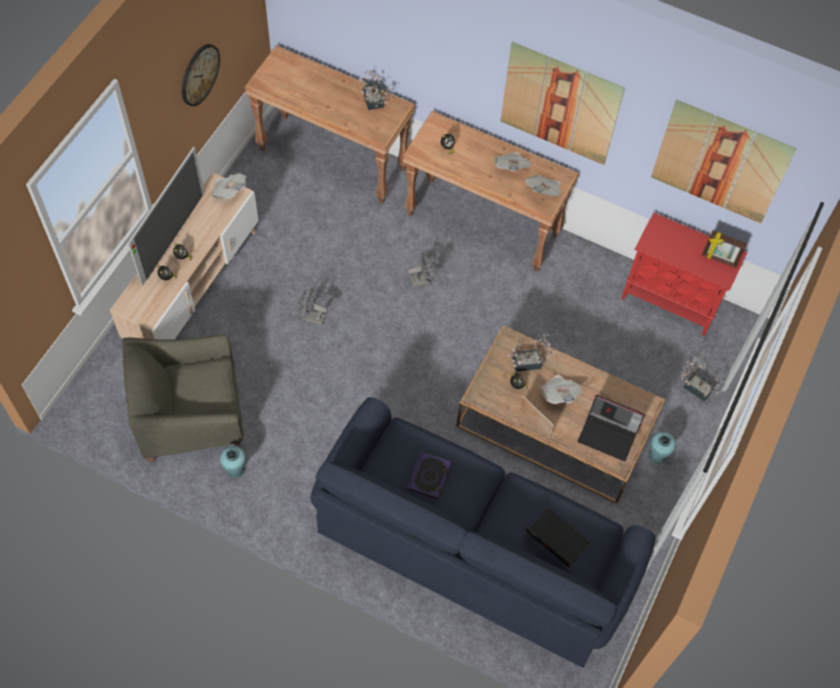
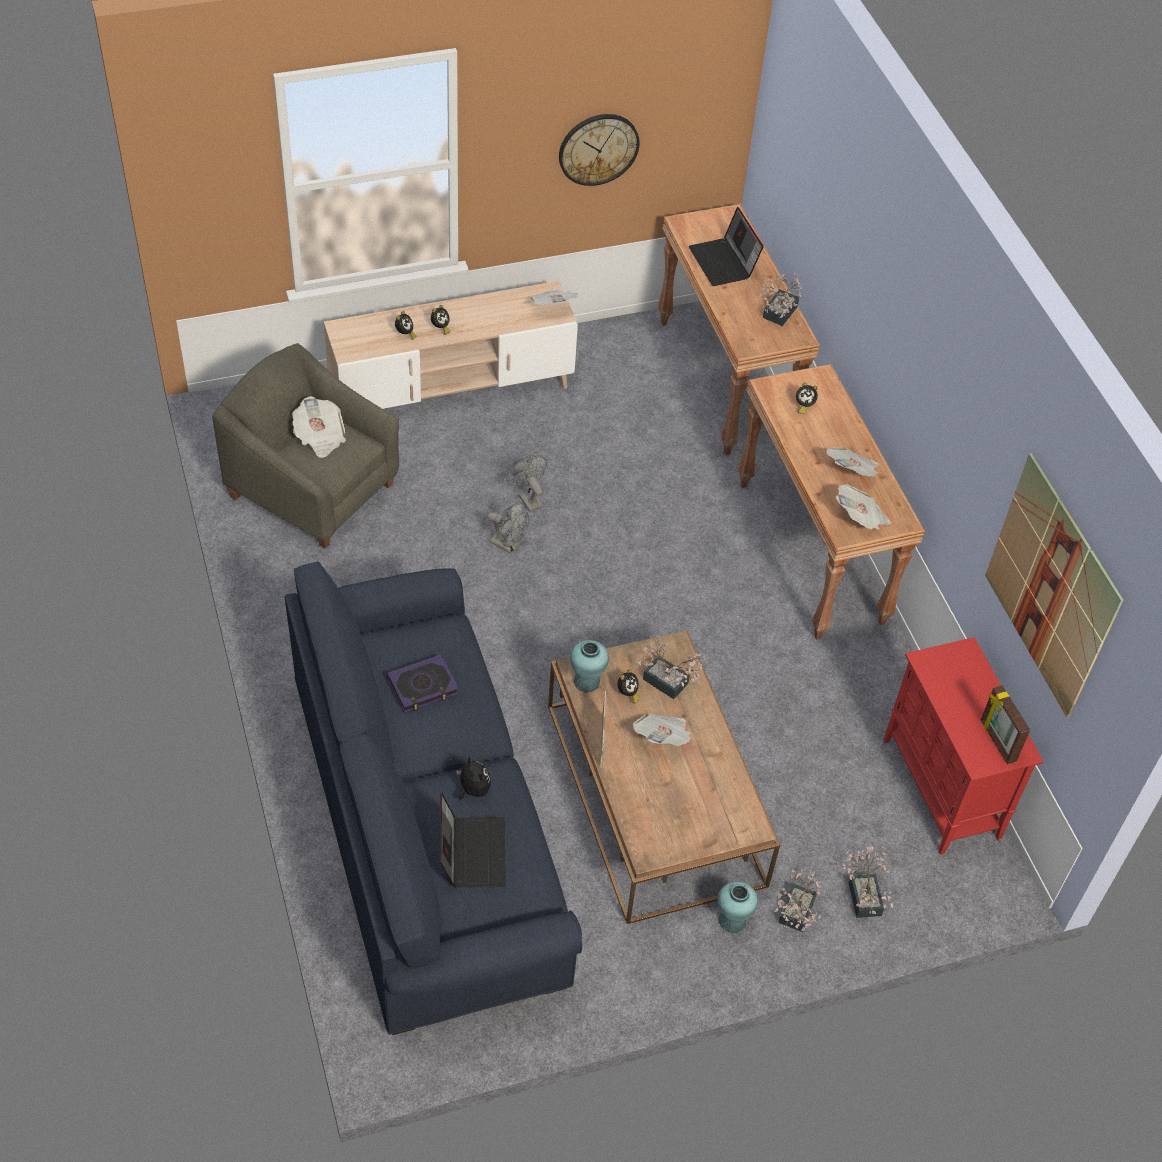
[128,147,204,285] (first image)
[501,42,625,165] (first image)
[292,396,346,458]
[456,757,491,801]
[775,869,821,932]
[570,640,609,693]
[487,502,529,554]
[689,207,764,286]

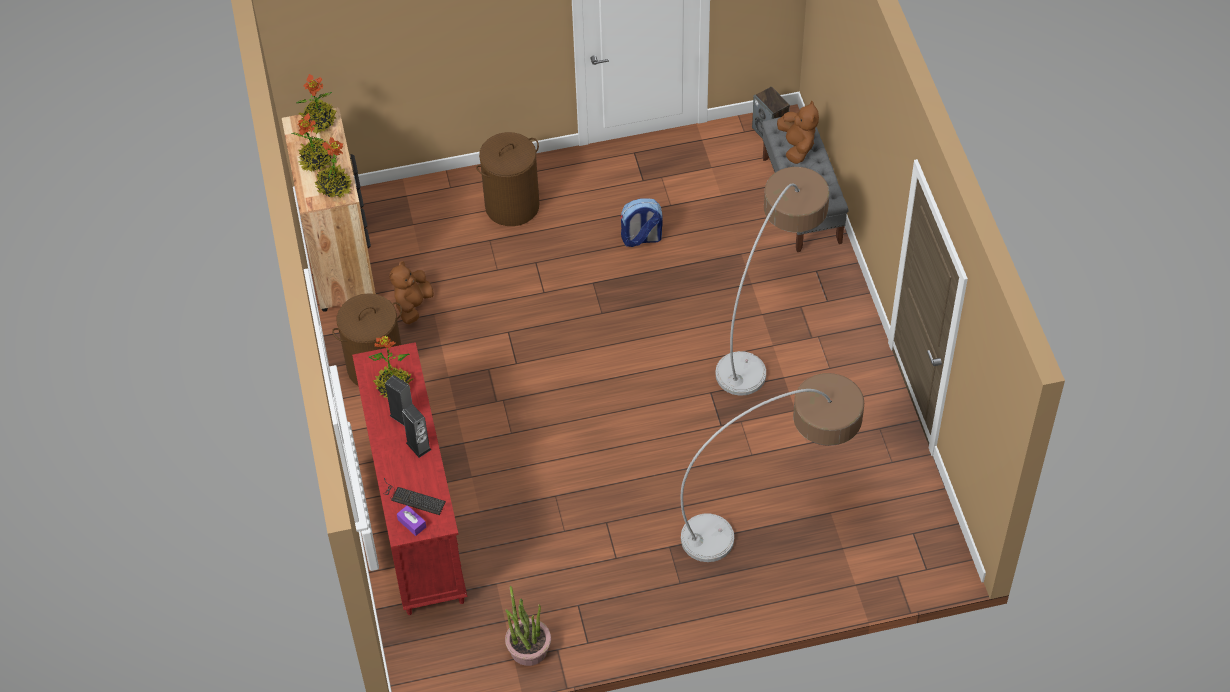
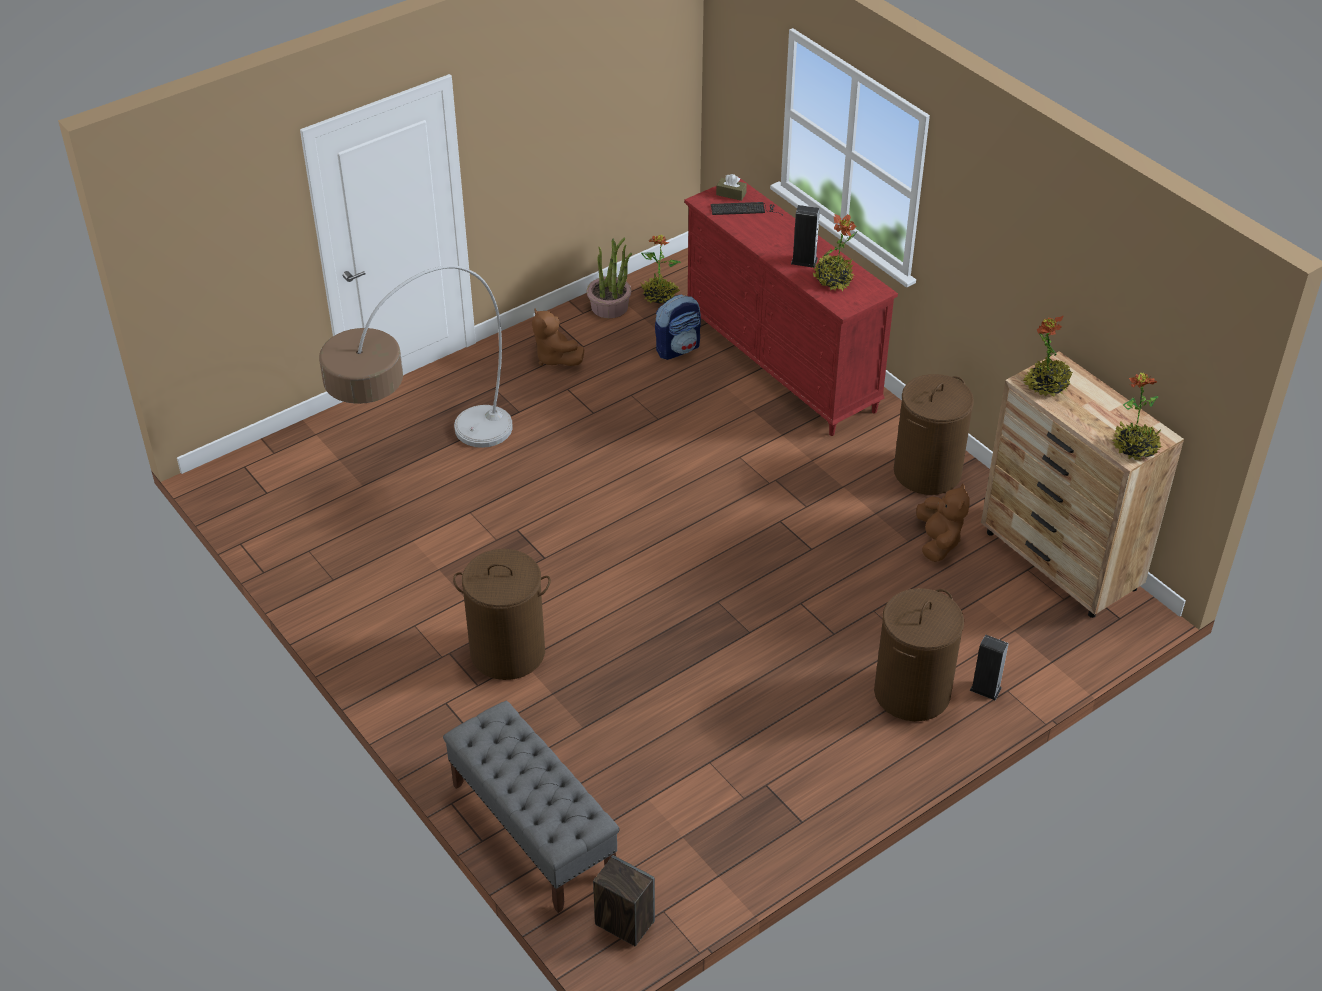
[641,235,681,304]
[970,635,1009,700]
[655,295,701,360]
[532,309,584,366]
[453,549,551,680]
[716,174,747,201]

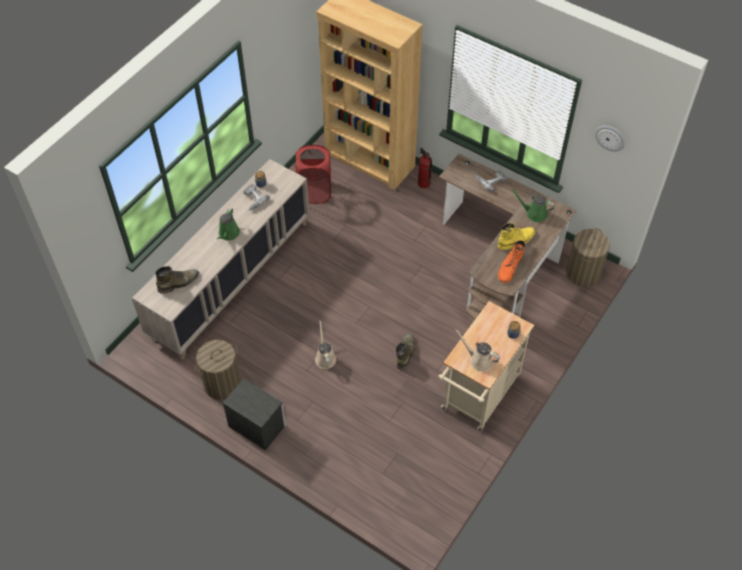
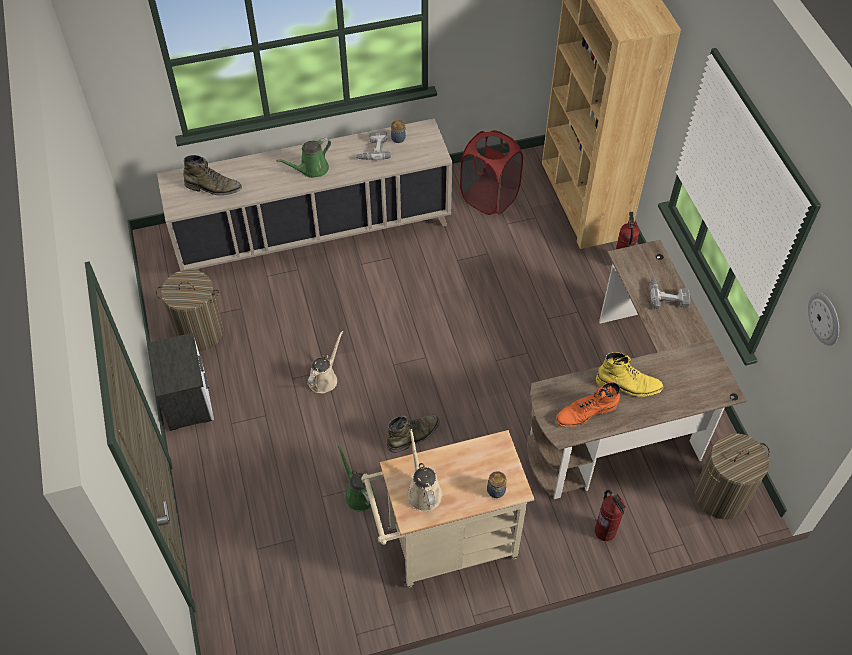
[595,490,626,541]
[337,444,376,511]

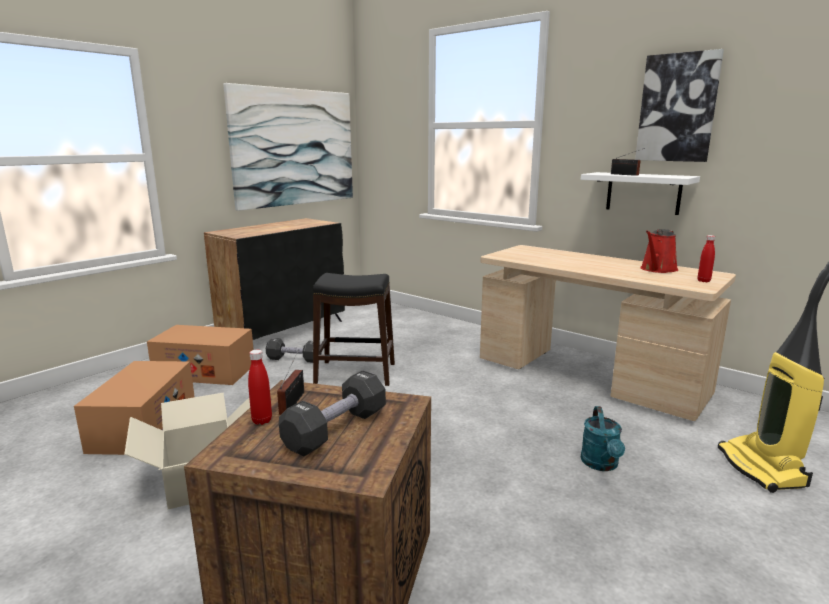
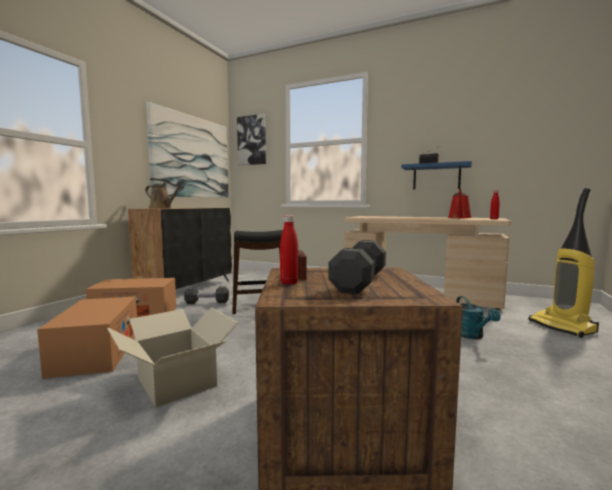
[145,180,185,209]
[237,114,266,165]
[401,161,472,189]

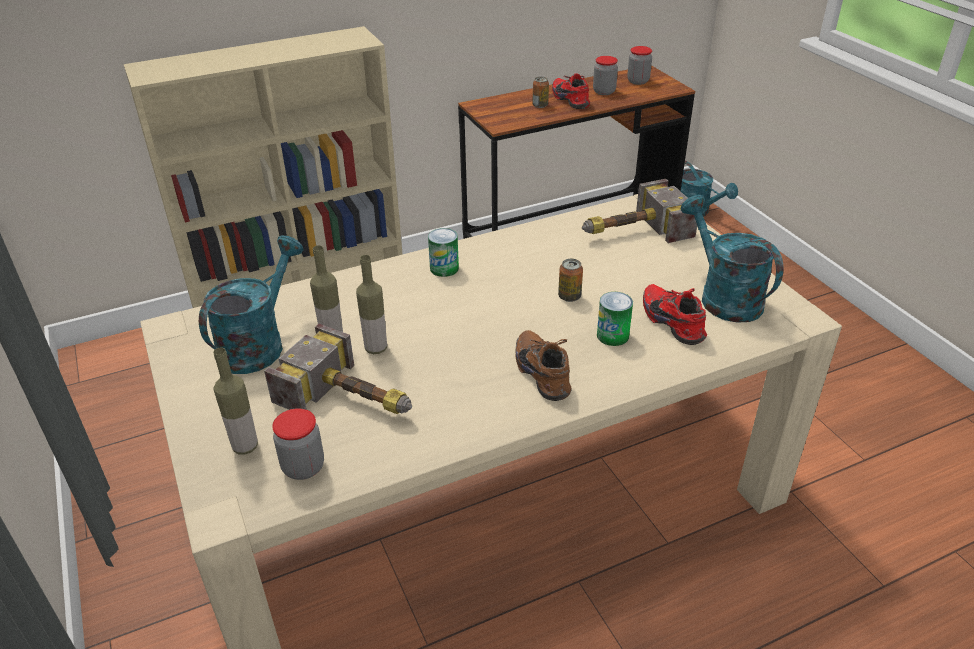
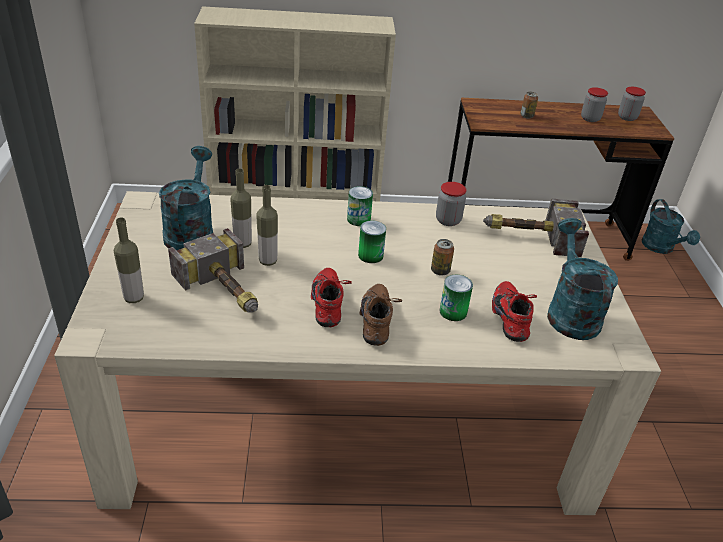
[358,220,386,263]
[436,182,467,226]
[311,268,352,327]
[159,146,213,250]

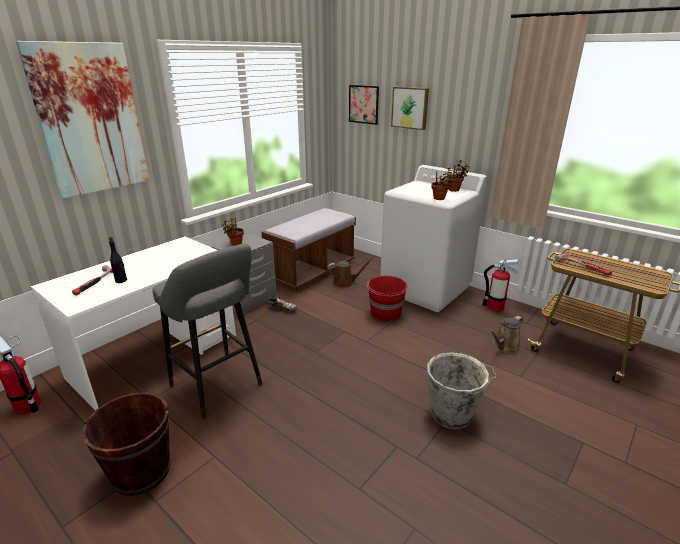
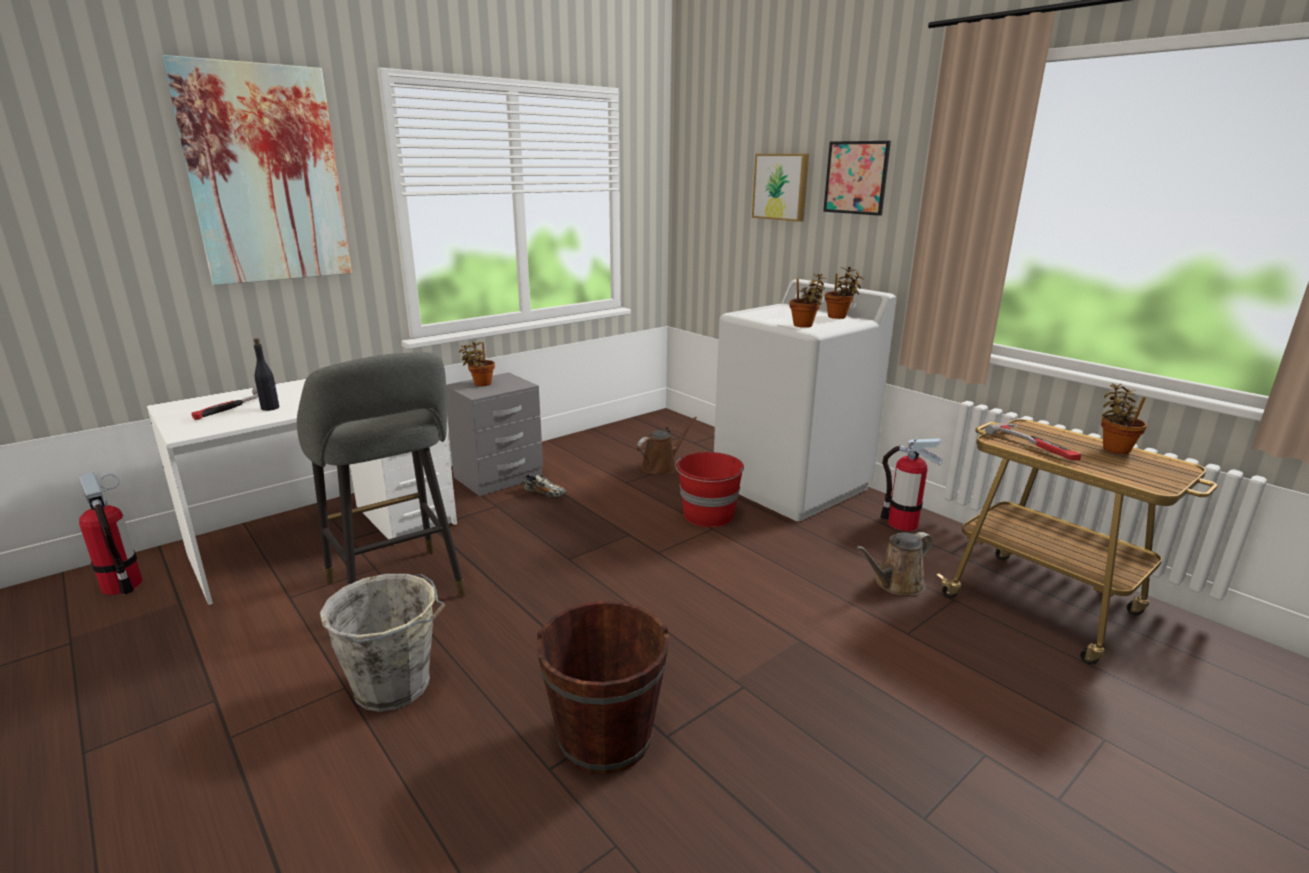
[261,208,356,291] (first image)
[1101,383,1147,454]
[536,601,669,774]
[823,141,891,216]
[320,574,446,712]
[637,417,697,474]

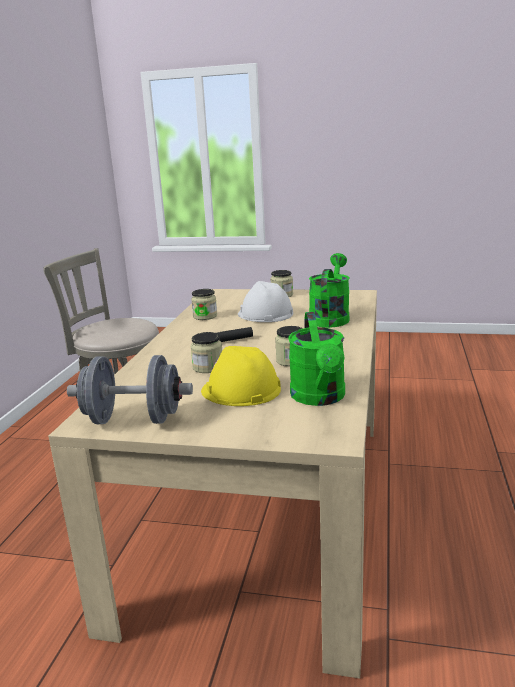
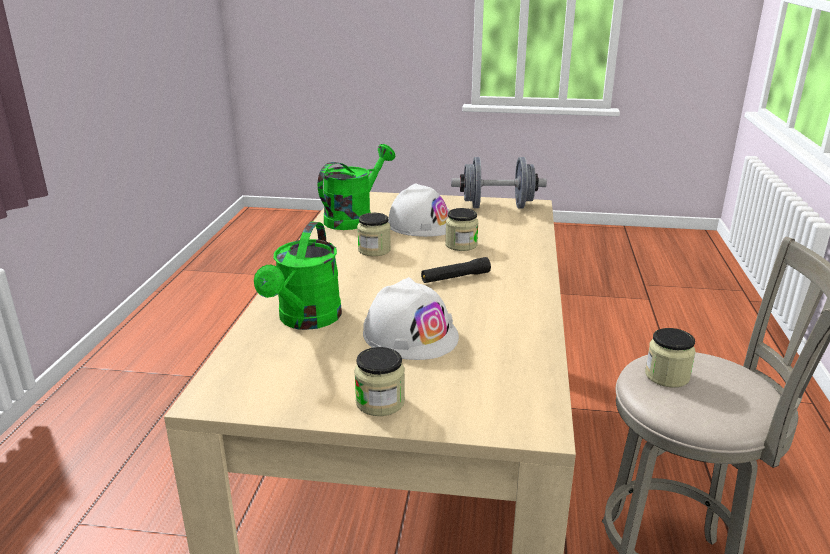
[645,328,695,388]
[388,183,449,237]
[318,144,395,230]

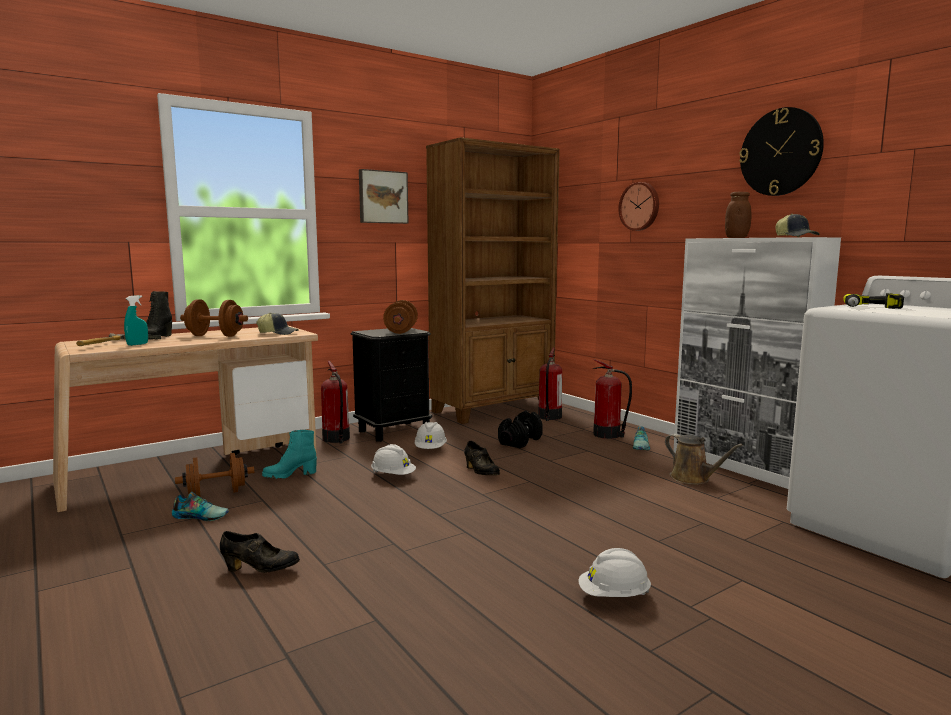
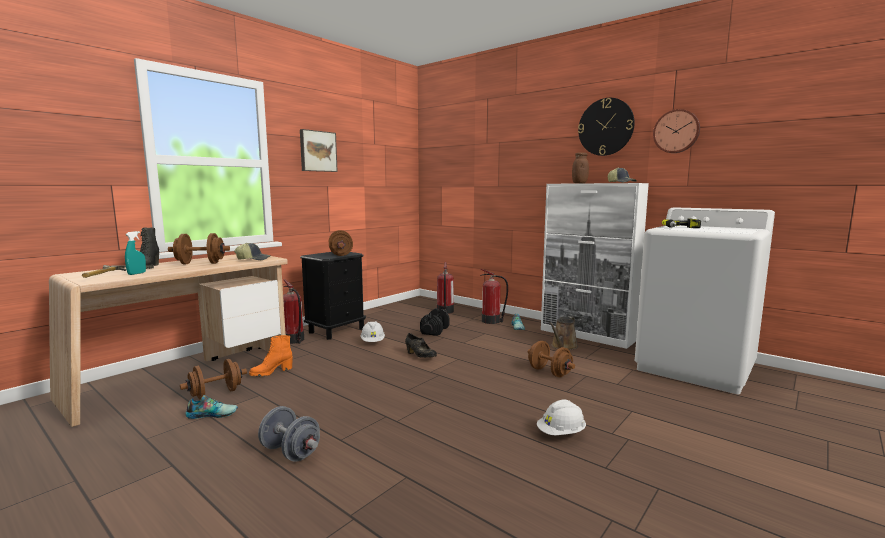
[371,444,416,475] (first image)
[426,137,560,424] (first image)
[528,341,575,377]
[653,109,700,153]
[258,406,320,462]
[249,335,293,376]
[549,316,578,350]

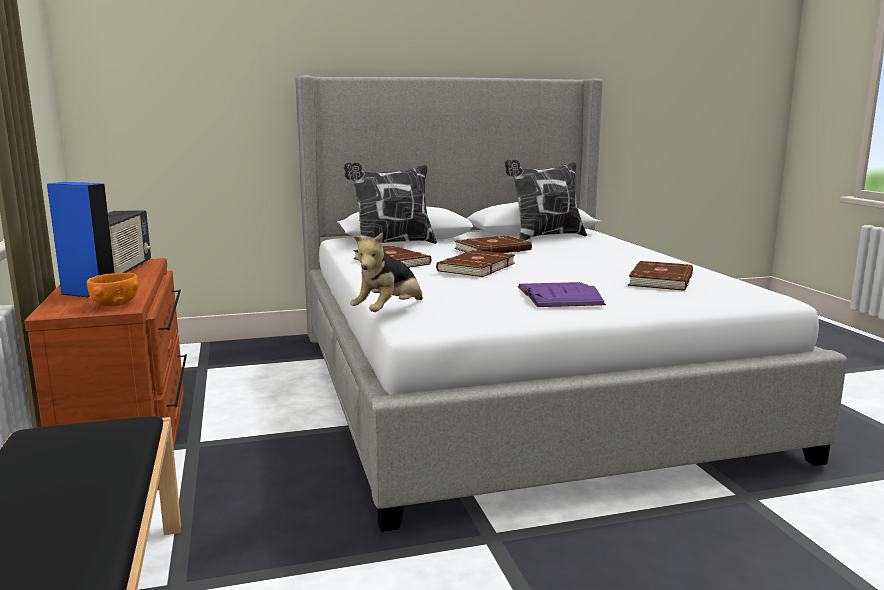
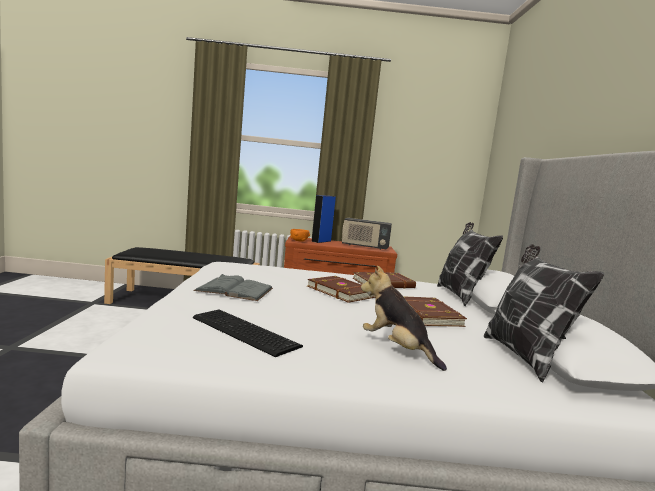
[361,265,447,371]
[193,310,303,357]
[193,274,273,301]

